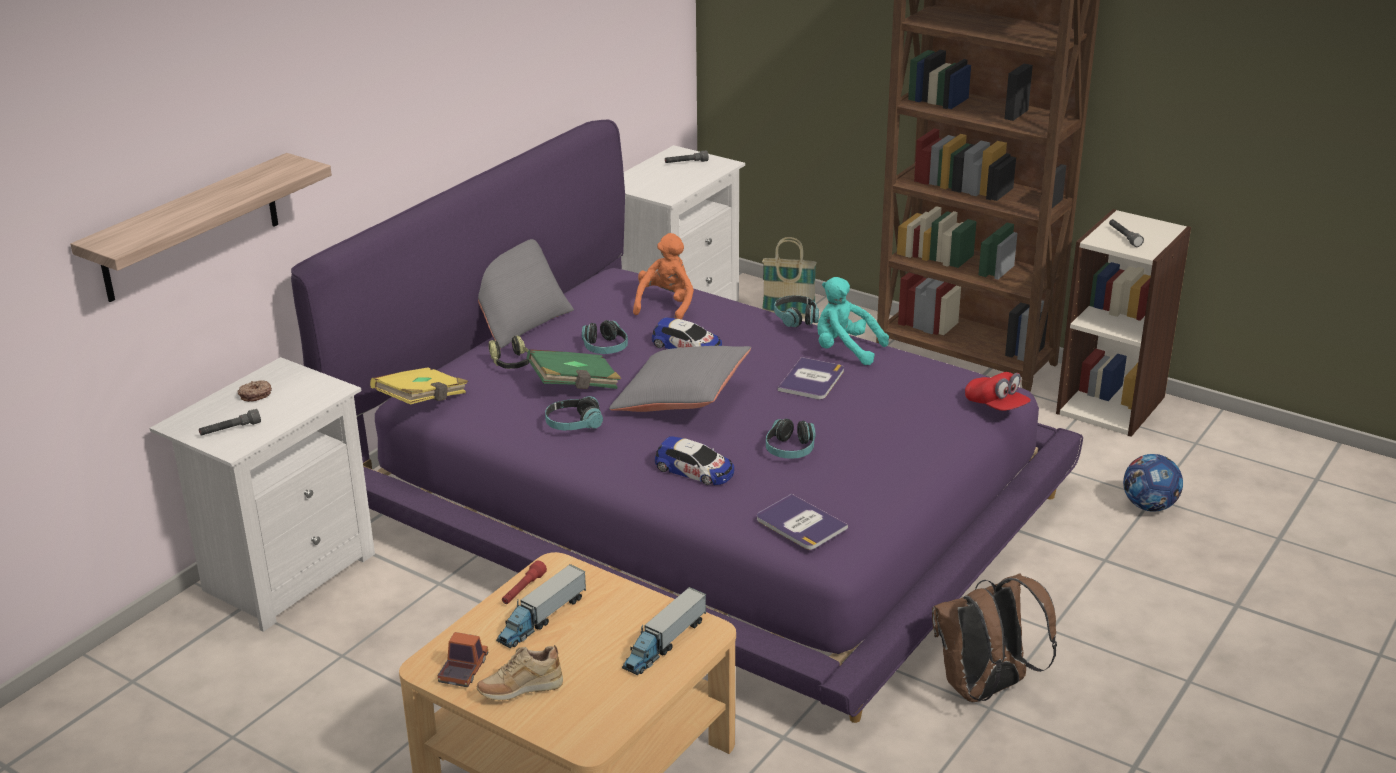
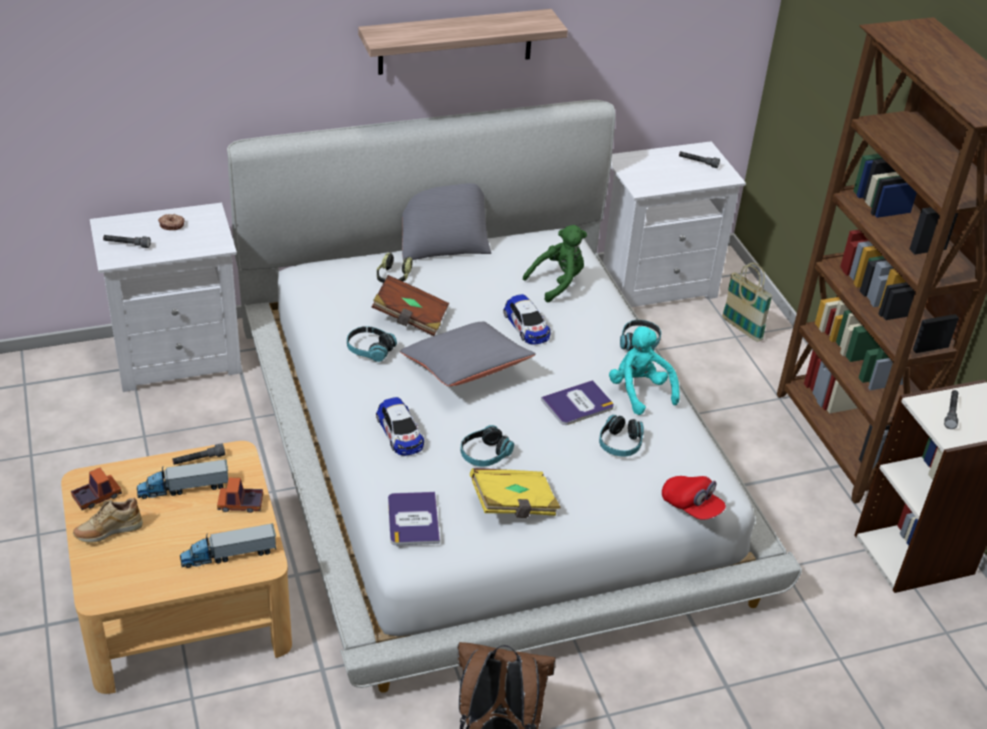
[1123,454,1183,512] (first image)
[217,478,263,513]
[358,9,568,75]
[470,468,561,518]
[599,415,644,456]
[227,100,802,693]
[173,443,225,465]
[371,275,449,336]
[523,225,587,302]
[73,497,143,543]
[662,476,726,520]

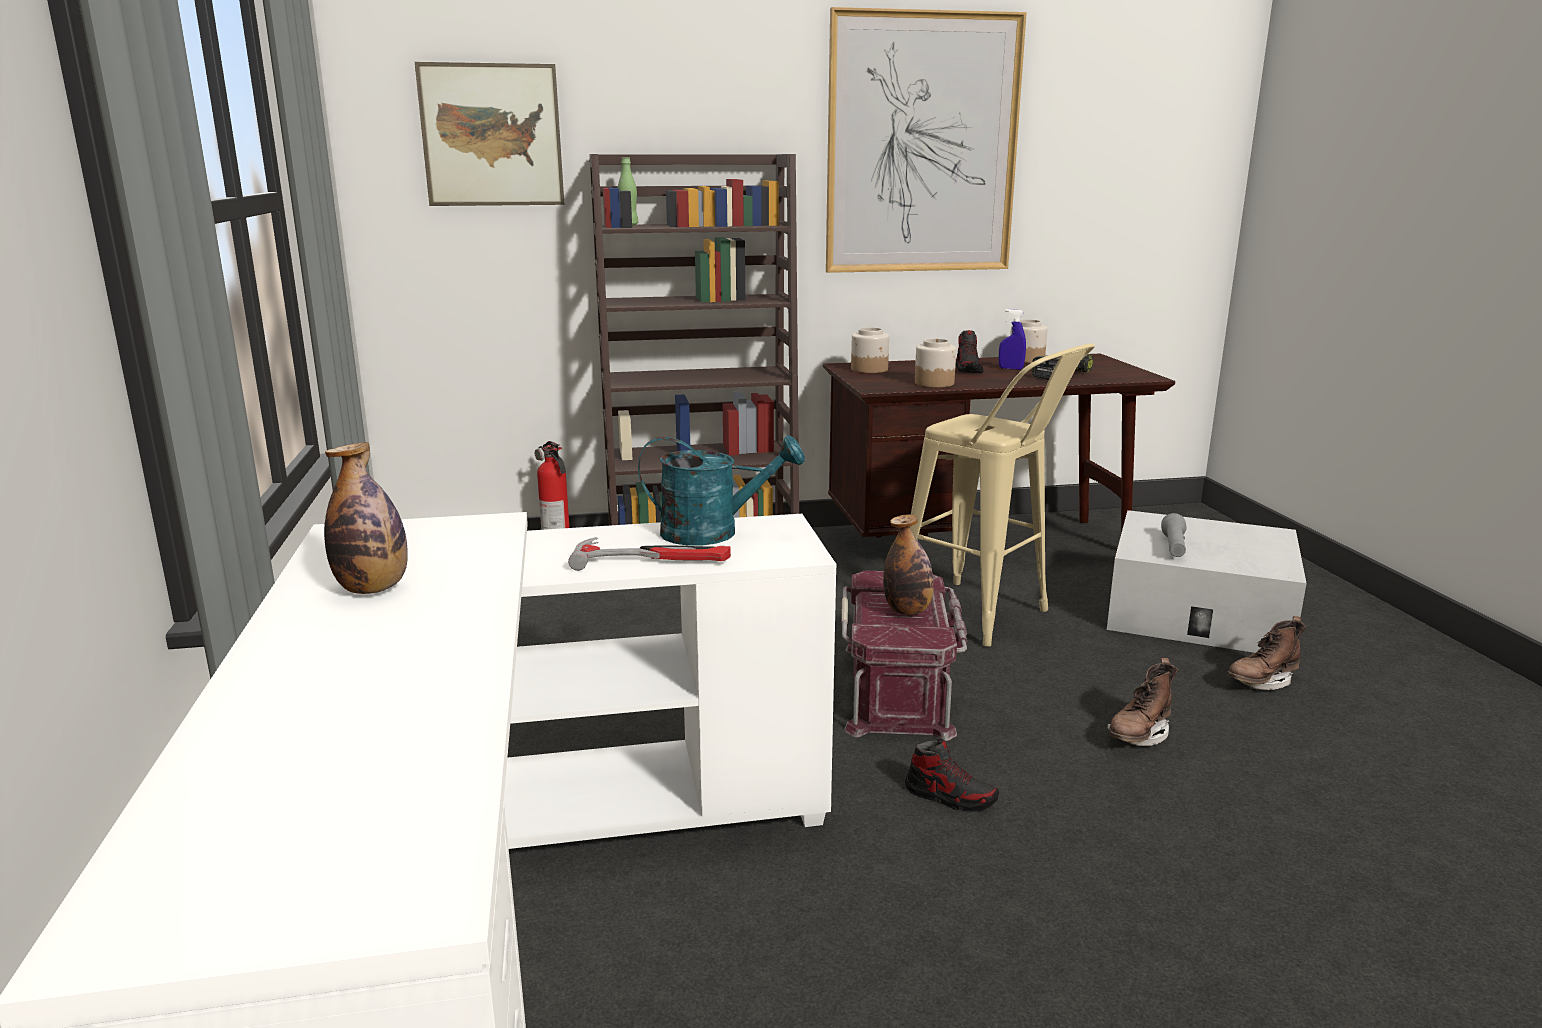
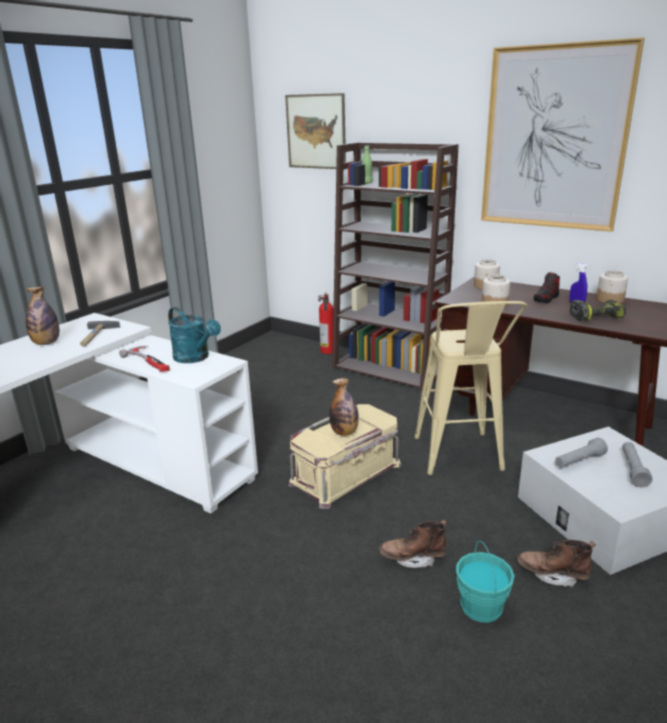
[905,739,999,811] (first image)
[80,321,120,346]
[456,541,515,623]
[622,442,653,487]
[288,404,401,509]

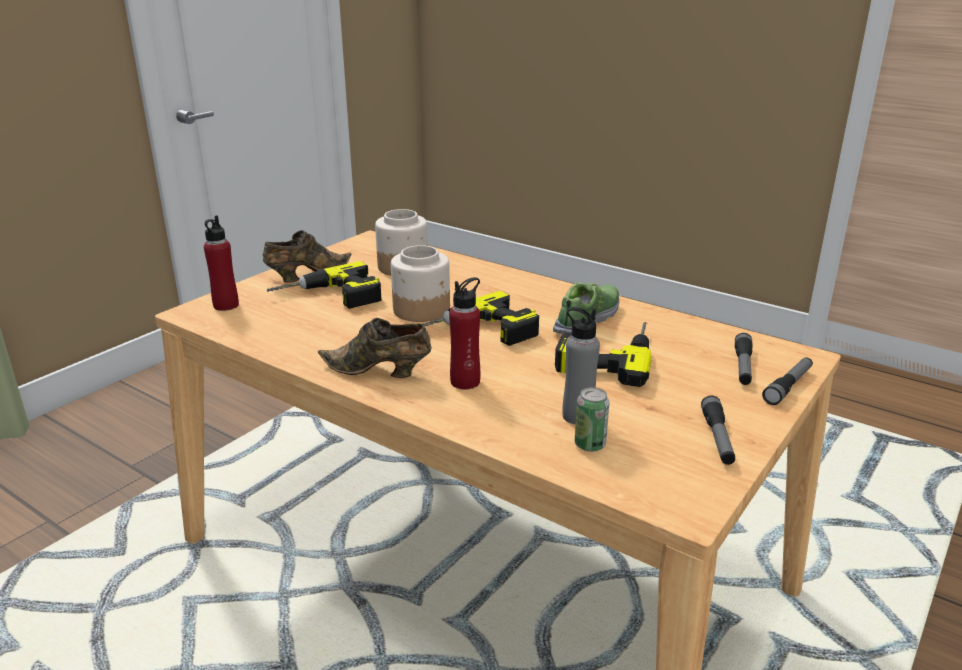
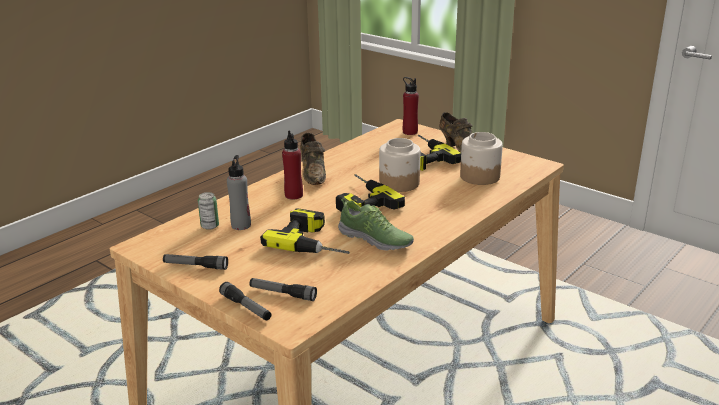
[300,133,326,185]

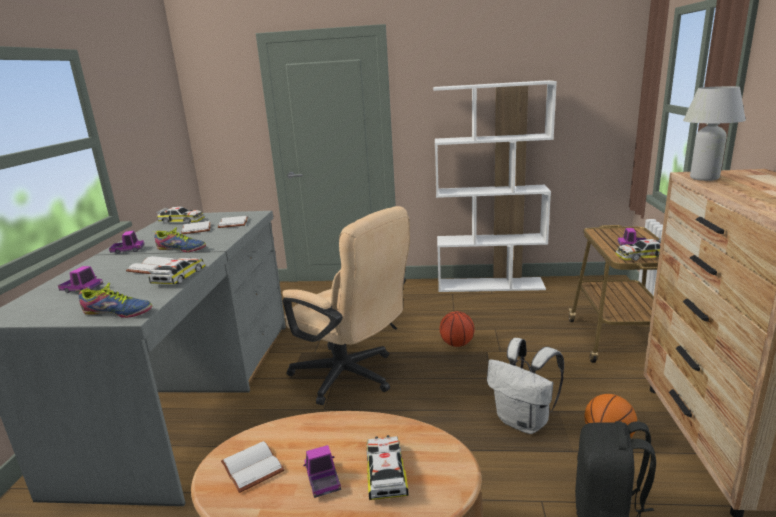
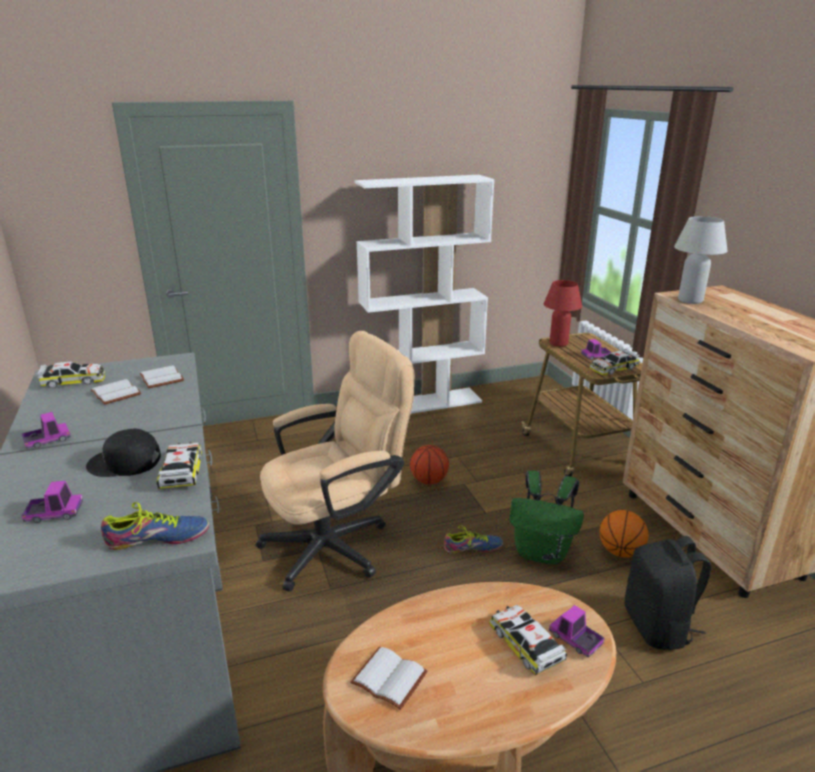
[544,280,582,347]
[444,525,503,554]
[549,605,605,658]
[86,429,161,477]
[510,471,584,565]
[255,331,414,592]

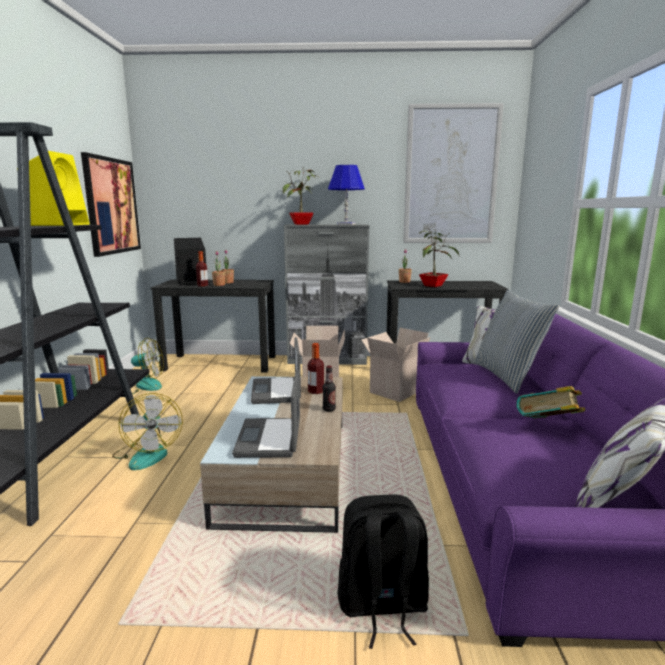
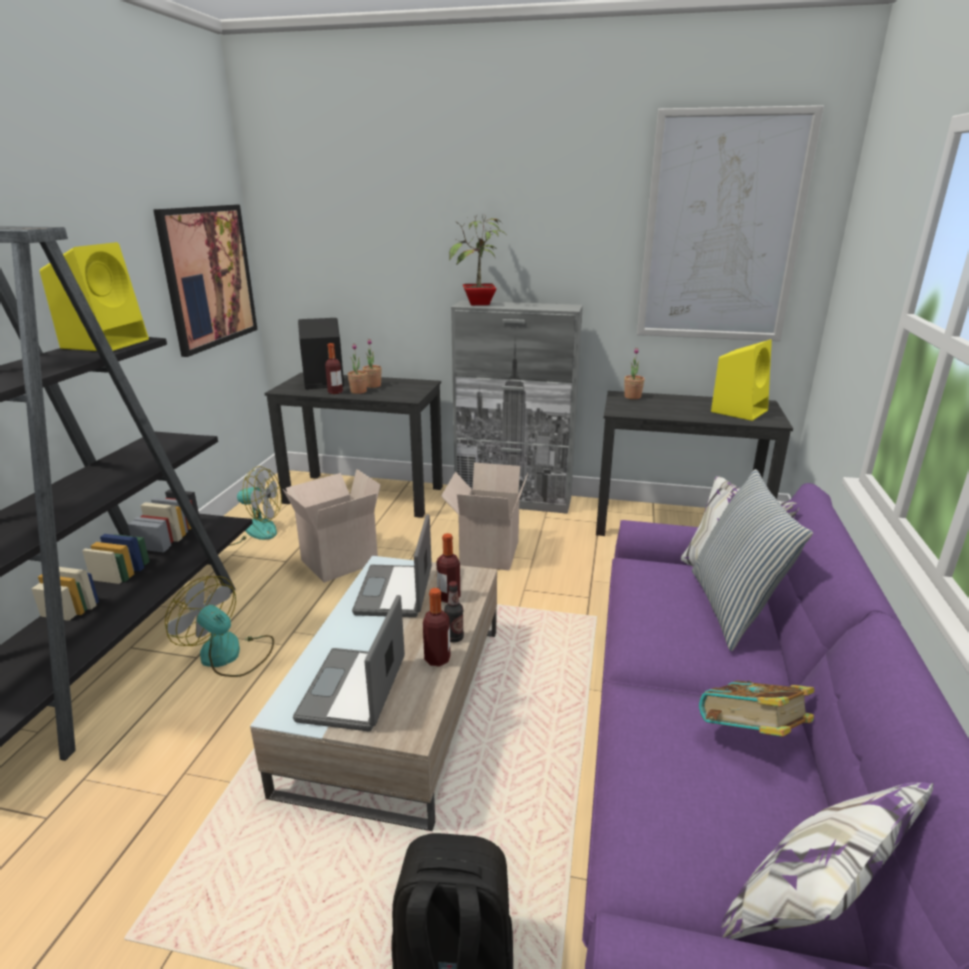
[328,165,365,225] (first image)
[419,228,459,287] (first image)
[423,588,450,667]
[711,339,772,421]
[283,469,381,583]
[165,576,274,677]

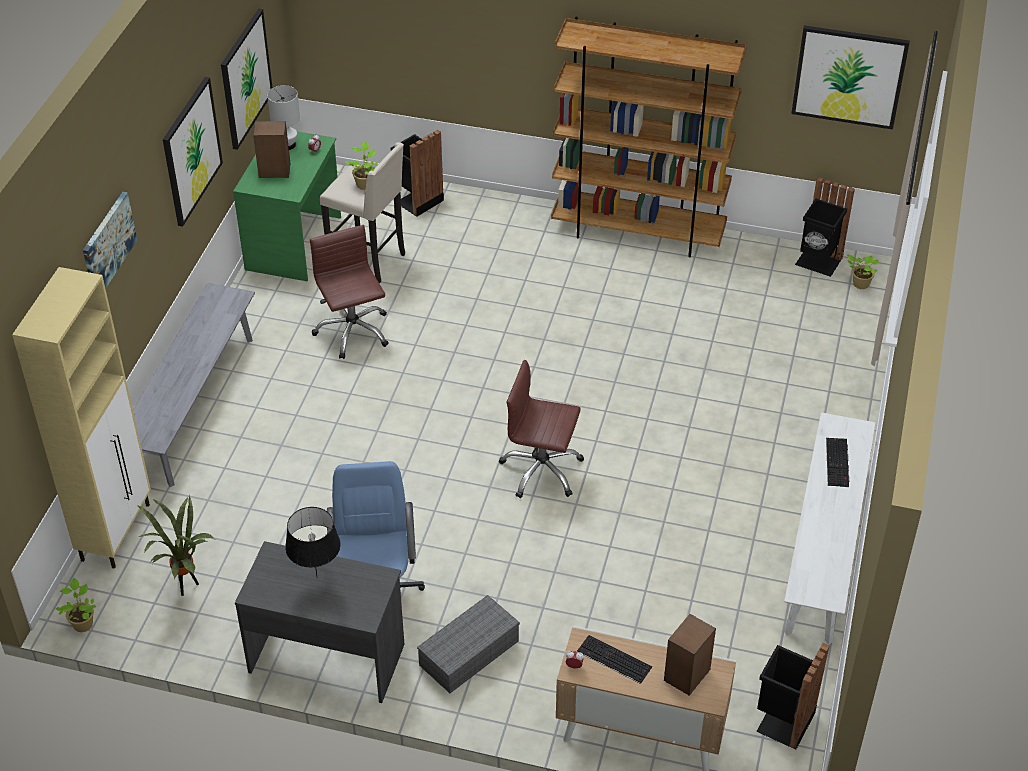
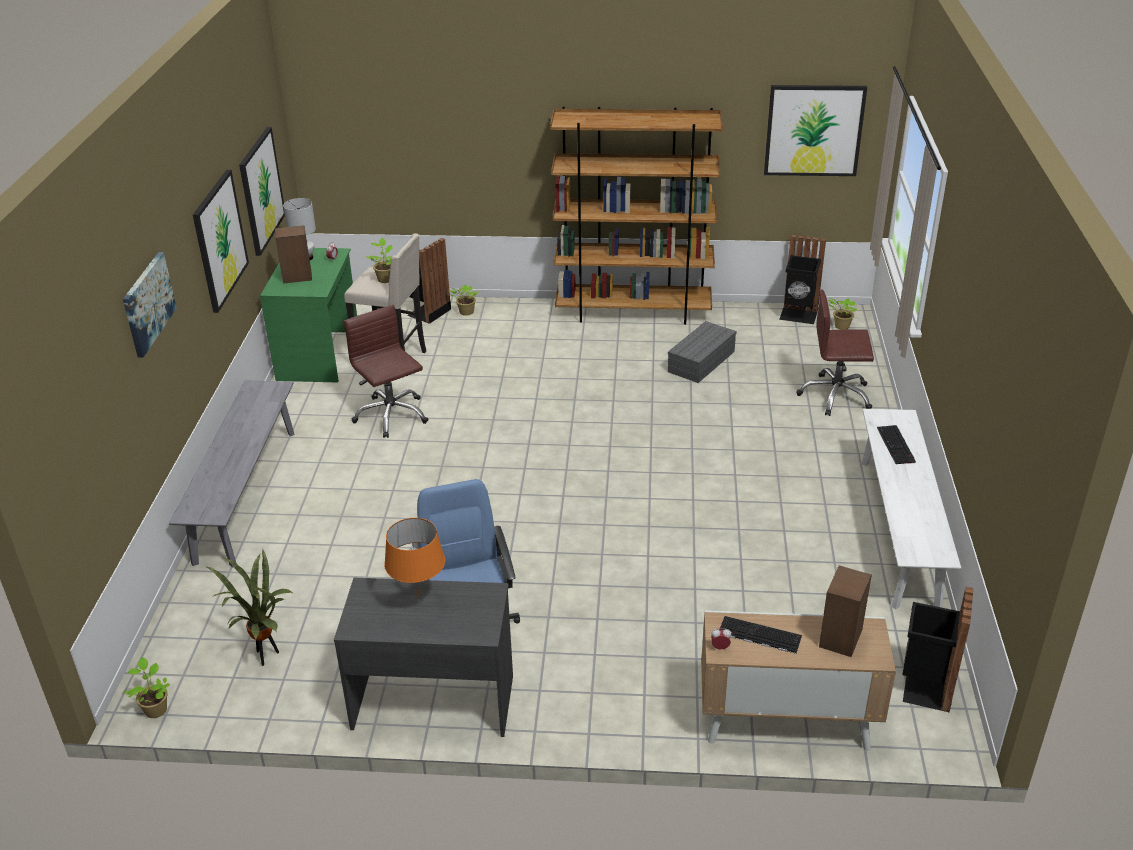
[12,267,151,569] (first image)
[449,285,478,316]
[668,321,737,383]
[796,289,874,416]
[384,518,445,603]

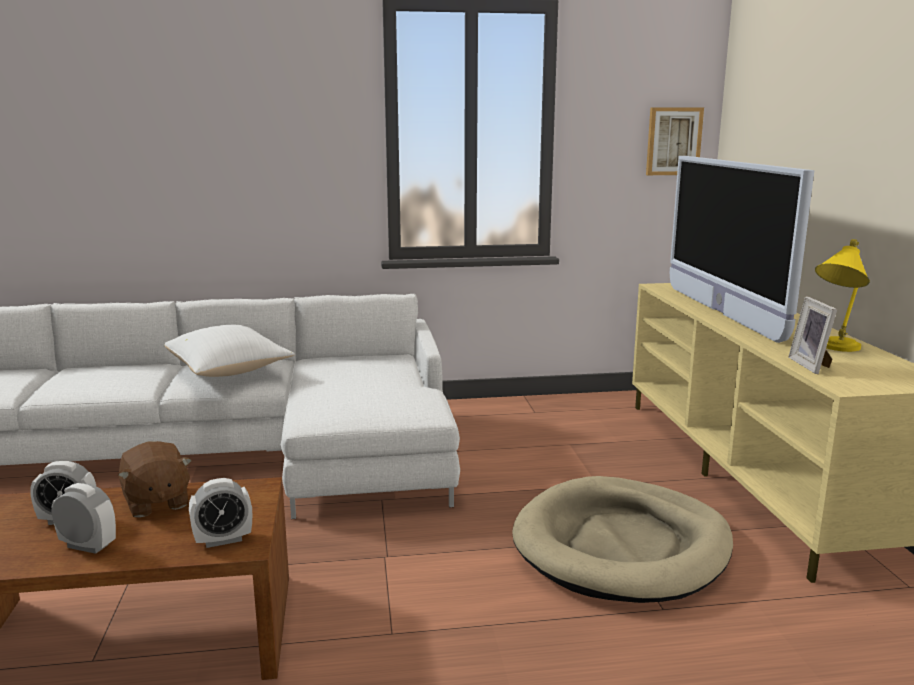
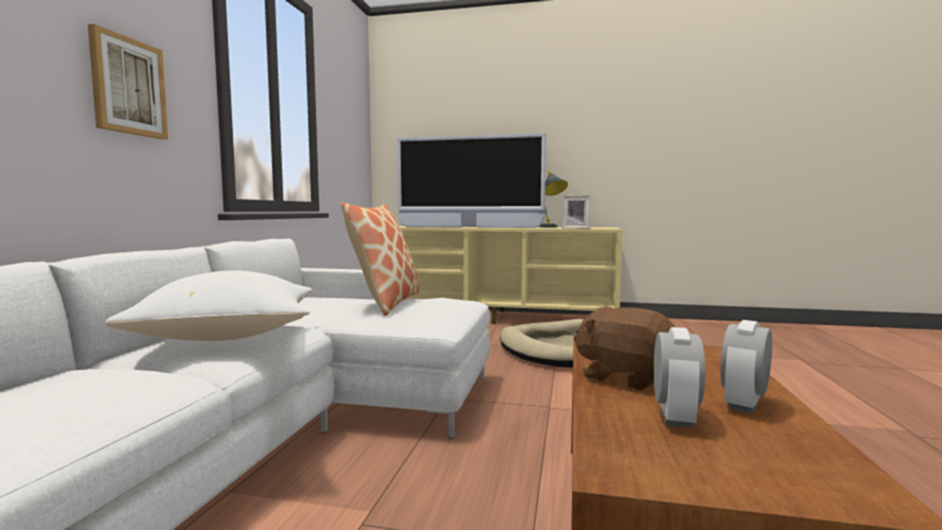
[189,478,252,548] (first image)
[341,202,420,316]
[88,24,168,139]
[539,172,568,227]
[574,307,675,390]

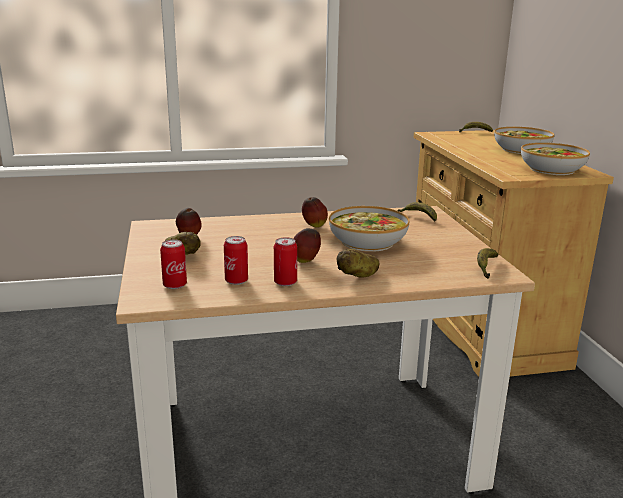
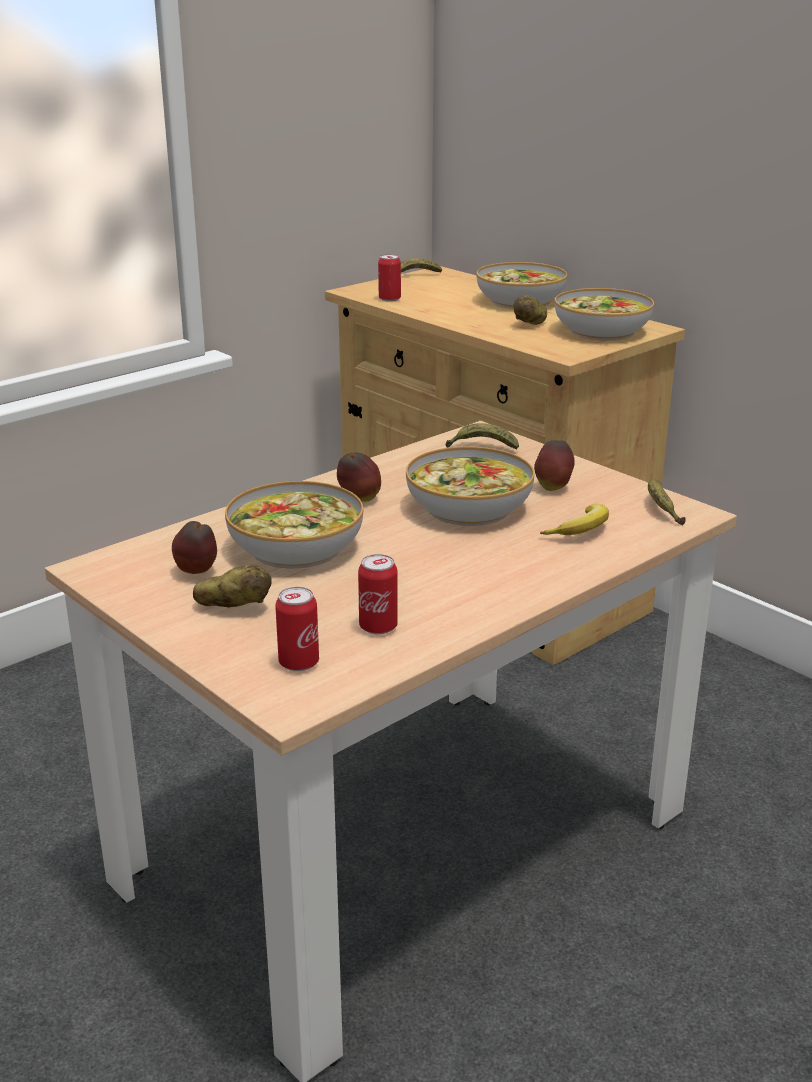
[225,481,363,569]
[540,504,609,535]
[378,254,401,302]
[534,440,575,491]
[514,296,547,325]

